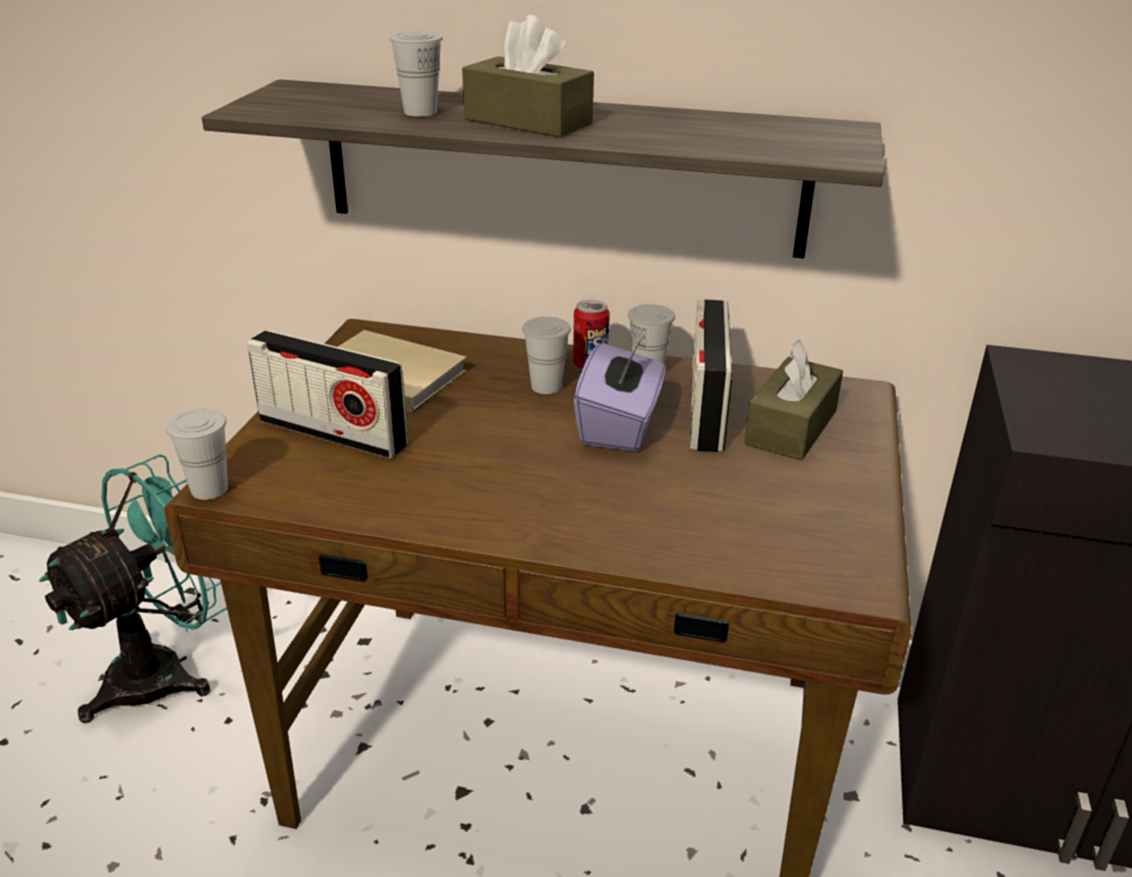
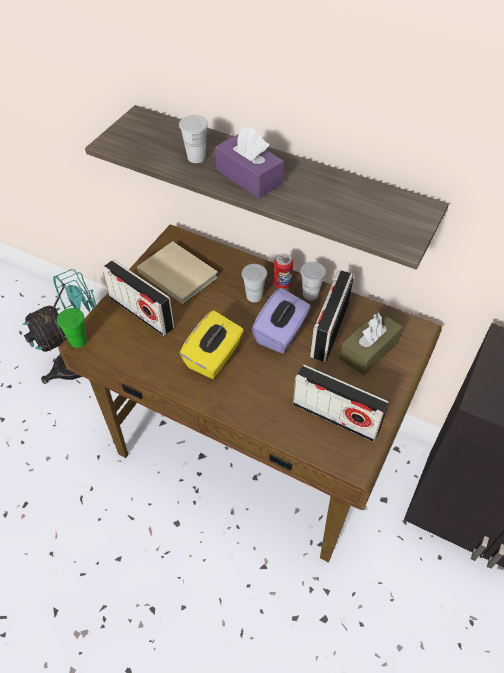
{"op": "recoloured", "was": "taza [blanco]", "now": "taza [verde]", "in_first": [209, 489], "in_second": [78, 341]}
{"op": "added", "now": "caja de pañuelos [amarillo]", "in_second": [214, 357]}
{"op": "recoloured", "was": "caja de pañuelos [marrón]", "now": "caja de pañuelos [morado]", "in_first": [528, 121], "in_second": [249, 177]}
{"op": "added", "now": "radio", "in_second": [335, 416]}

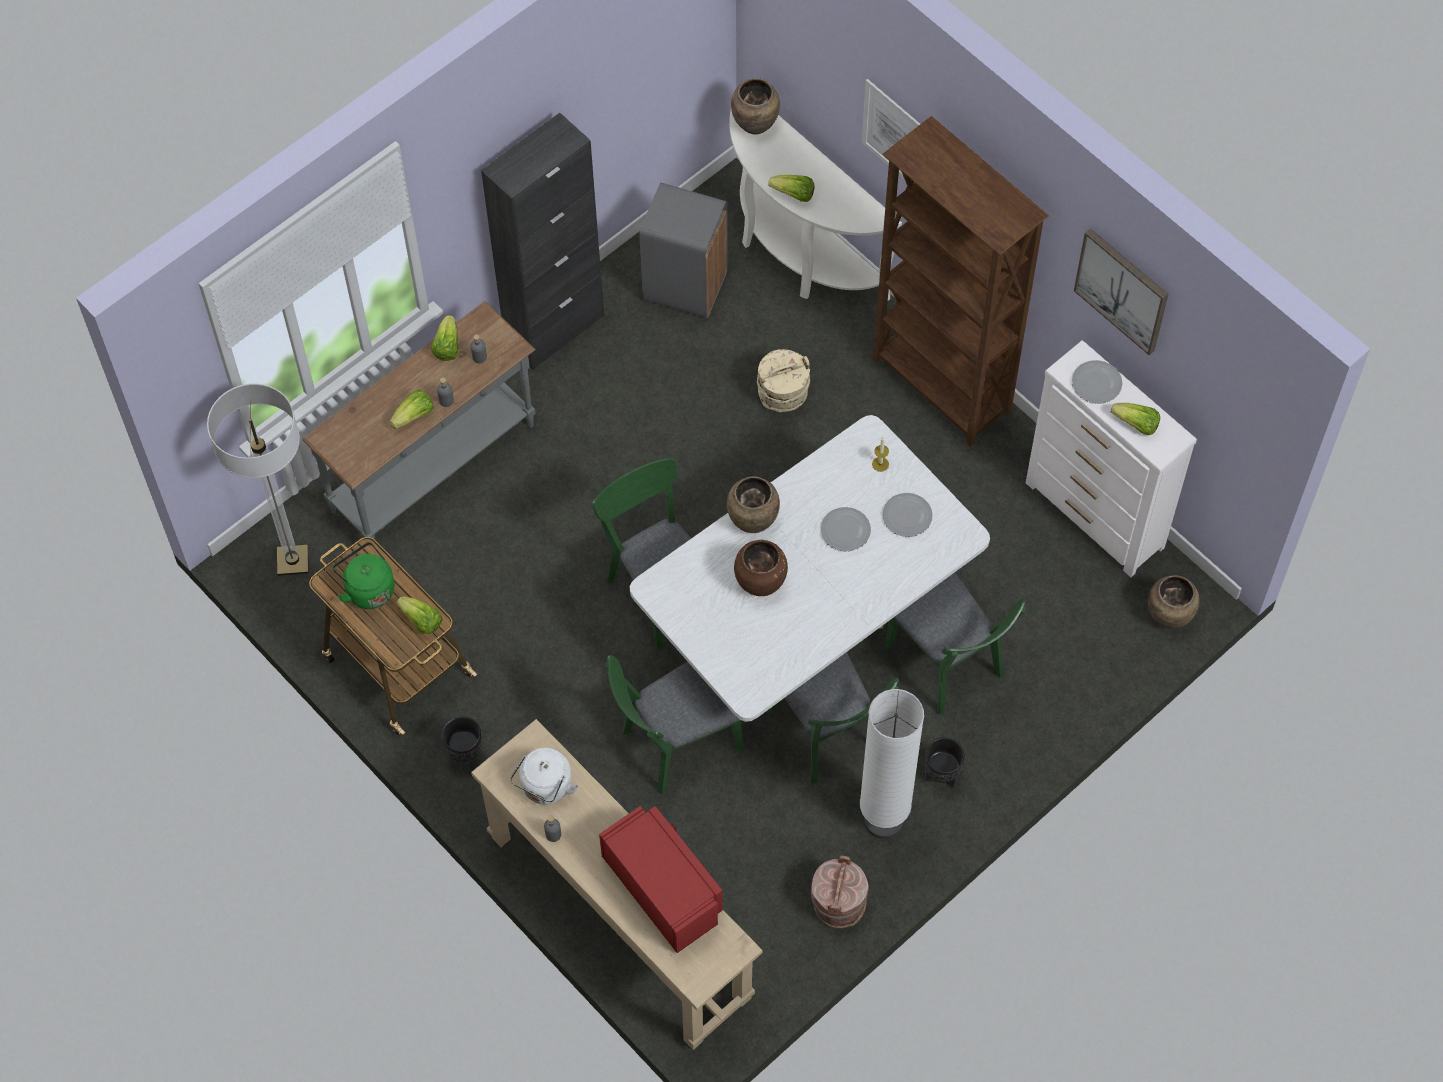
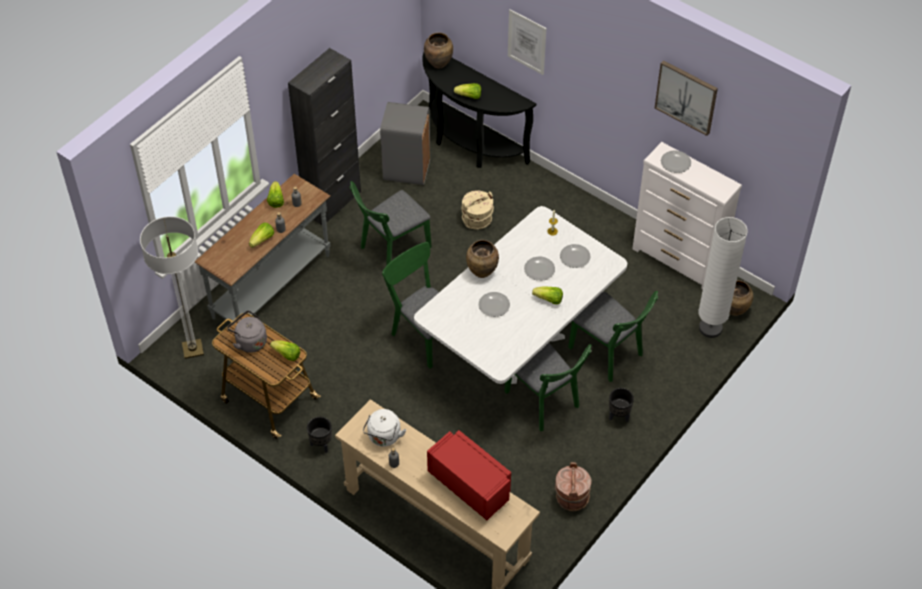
{"op": "recoloured", "was": "hervidor [verde]", "now": "hervidor [gris]", "in_first": [368, 588], "in_second": [249, 341]}
{"op": "moved", "was": "silla [verde]", "in_first": [674, 745], "in_second": [391, 250]}
{"op": "recoloured", "was": "mesa consola [blanco]", "now": "mesa consola [negro]", "in_first": [796, 252], "in_second": [469, 144]}
{"op": "replaced", "was": "florero [marrón]", "now": "plato", "in_first": [761, 583], "in_second": [494, 305]}
{"op": "moved", "was": "lechuga", "in_first": [1136, 425], "in_second": [549, 300]}
{"op": "moved", "was": "lámpara de pie [blanco]", "in_first": [883, 821], "in_second": [710, 328]}
{"op": "removed", "was": "estantería [marrón]", "in_first": [941, 388]}

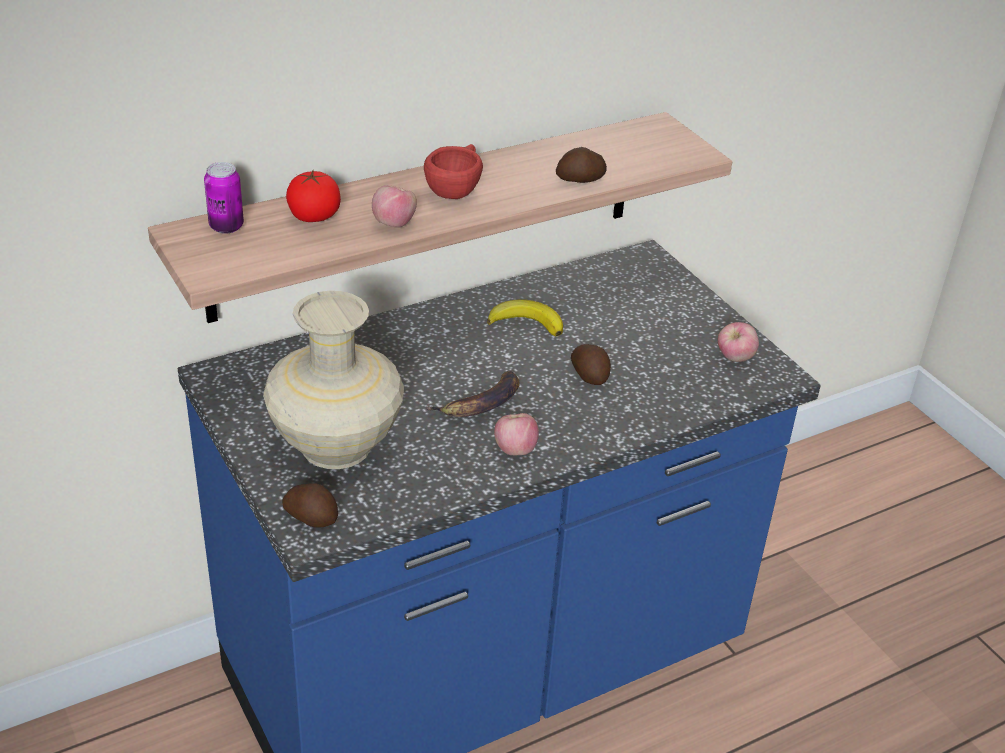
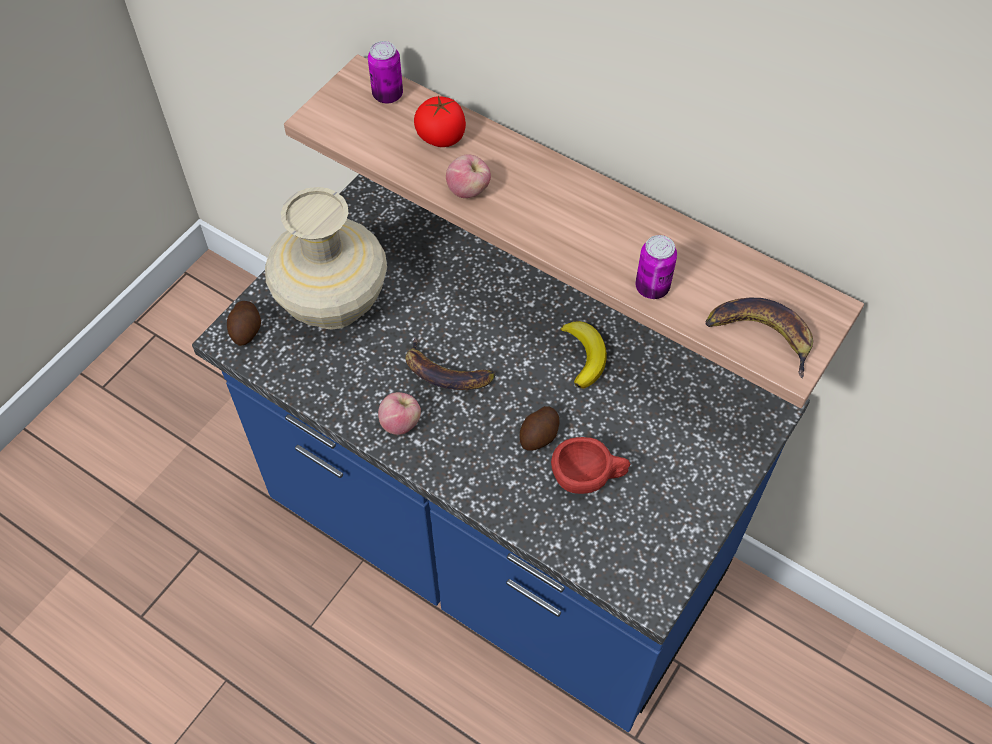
{"op": "moved", "was": "taza [rojo]", "in_first": [456, 190], "in_second": [588, 478]}
{"op": "replaced", "was": "patata", "now": "lata", "in_first": [581, 180], "in_second": [652, 288]}
{"op": "added", "now": "plátano", "in_second": [762, 335]}
{"op": "removed", "was": "manzana", "in_first": [735, 358]}

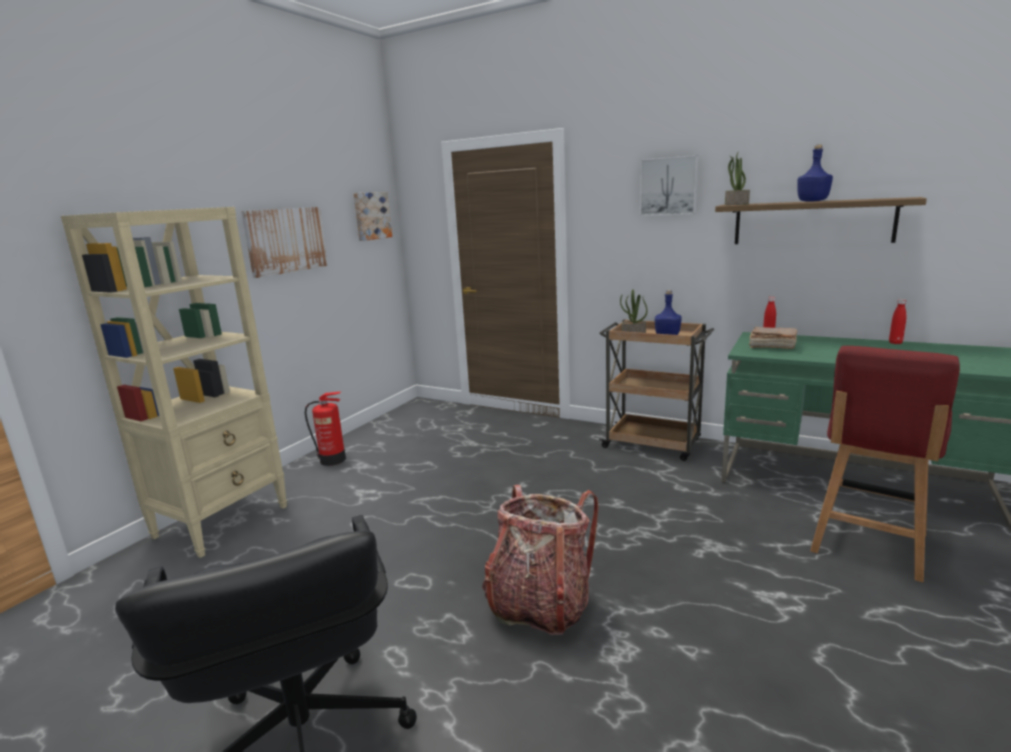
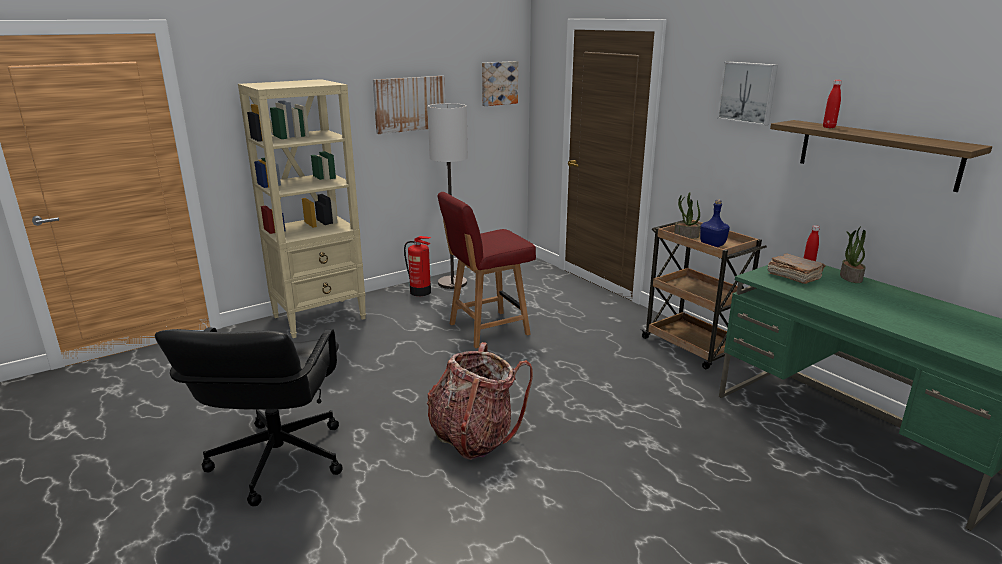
{"op": "added", "now": "lámpara de pie", "in_second": [452, 283]}
{"op": "moved", "was": "silla [rojo]", "in_first": [868, 544], "in_second": [487, 329]}
{"op": "moved", "was": "botella [rojo]", "in_first": [895, 343], "in_second": [829, 127]}
{"op": "moved", "was": "planta en maceta", "in_first": [736, 204], "in_second": [850, 277]}
{"op": "removed", "was": "botella [azul]", "in_first": [812, 201]}

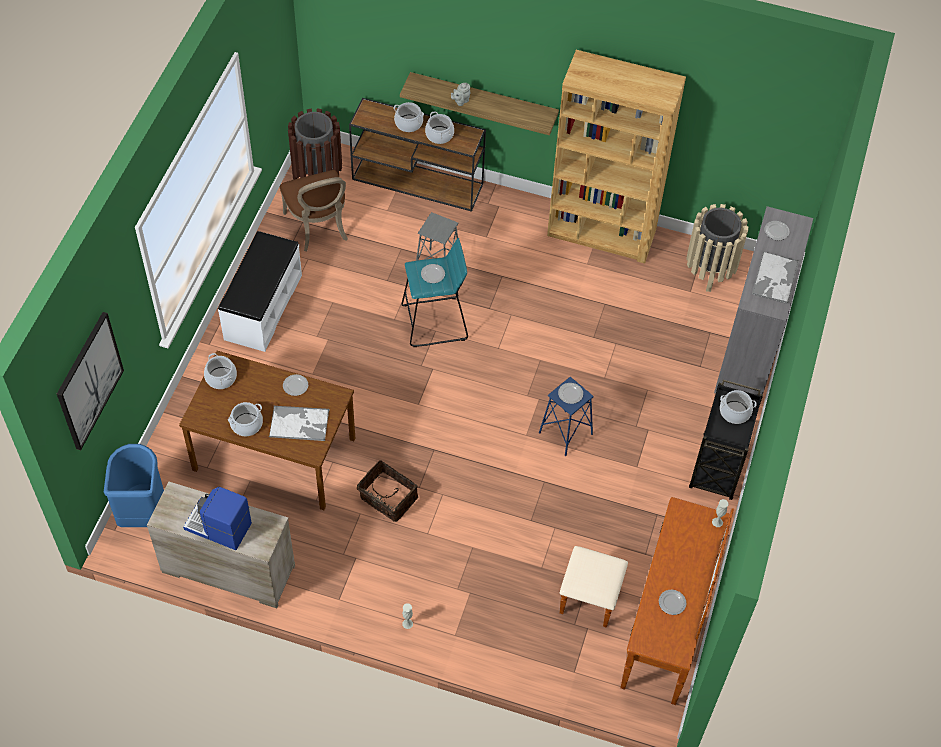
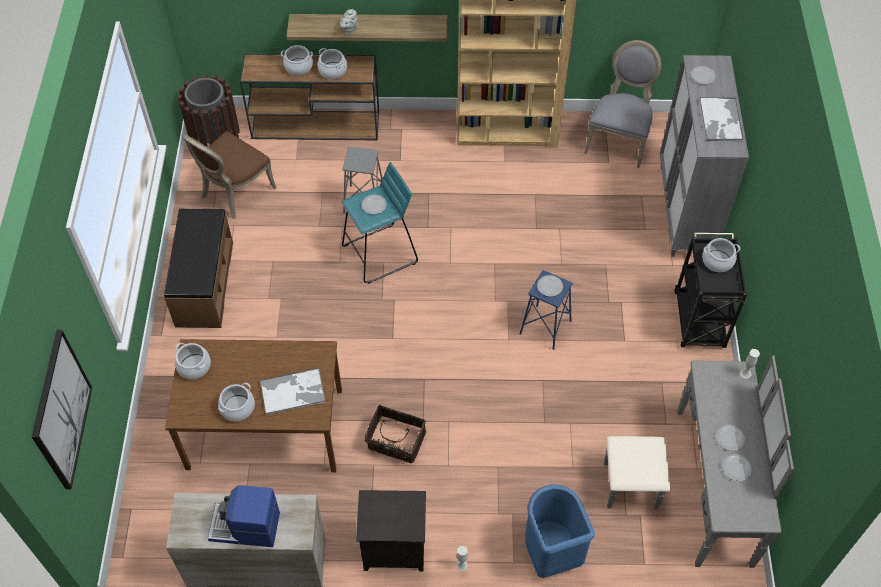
{"op": "recoloured", "was": "banco [blanco]", "now": "banco [marrón]", "in_first": [262, 307], "in_second": [204, 284]}
{"op": "turned", "was": "silla [marrón]", "in_first": [319, 227], "in_second": [234, 192], "clockwise": 75}
{"op": "added", "now": "mesita de noche [negro]", "in_second": [393, 550]}
{"op": "moved", "was": "papelera [azul]", "in_first": [143, 513], "in_second": [550, 553]}
{"op": "replaced", "was": "papelera [beis]", "now": "silla [gris]", "in_first": [710, 271], "in_second": [619, 139]}
{"op": "recoloured", "was": "cómoda [marrón]", "now": "cómoda [gris]", "in_first": [649, 618], "in_second": [694, 486]}
{"op": "moved", "was": "plato", "in_first": [295, 386], "in_second": [730, 439]}

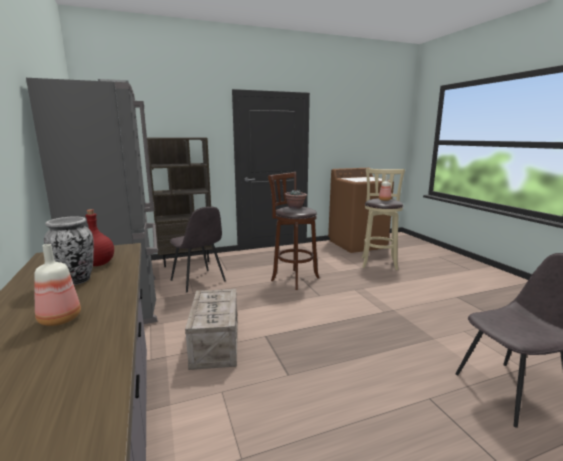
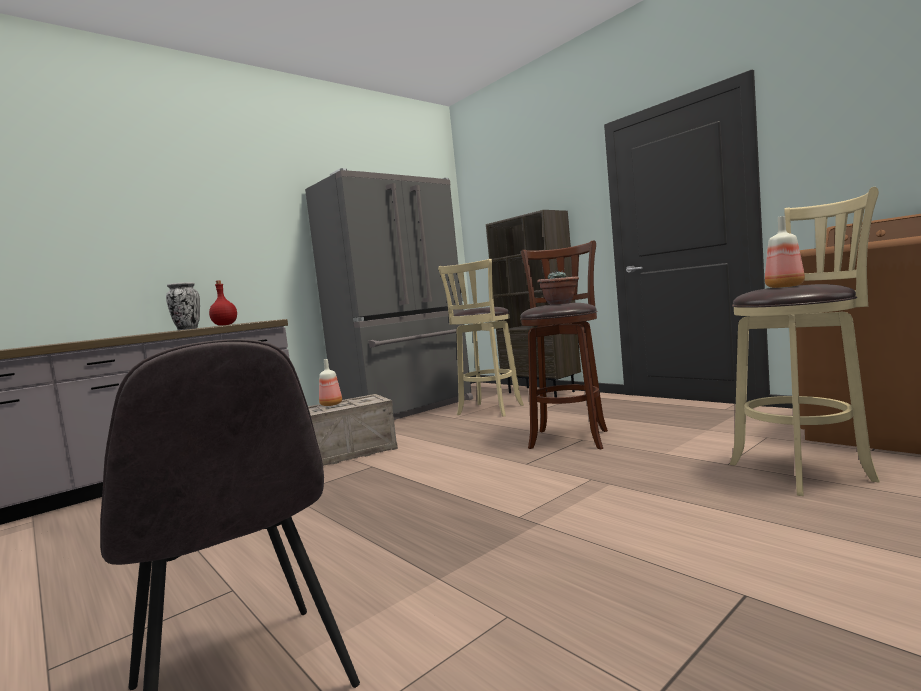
{"op": "moved", "was": "botella", "in_first": [59, 320], "in_second": [330, 404]}
{"op": "replaced", "was": "silla [gris]", "now": "taburete [beis]", "in_first": [198, 281], "in_second": [489, 410]}

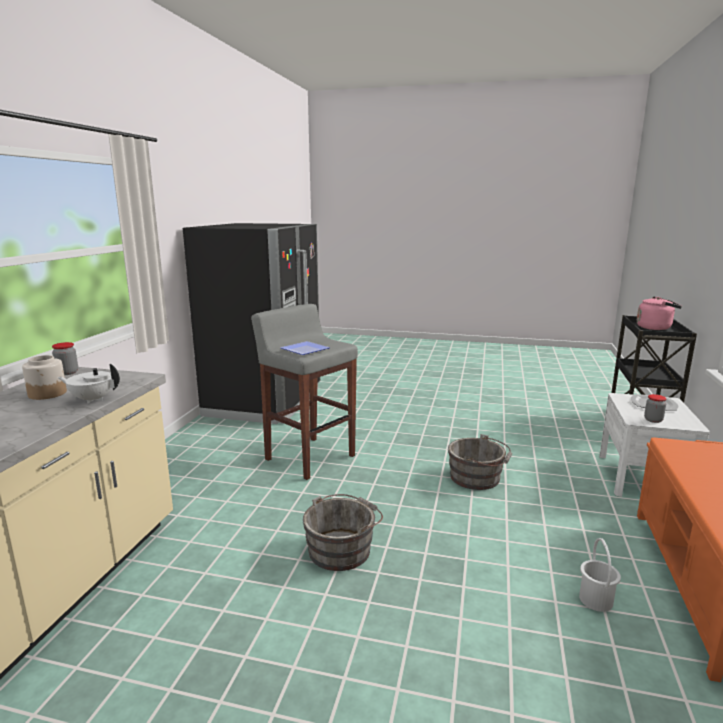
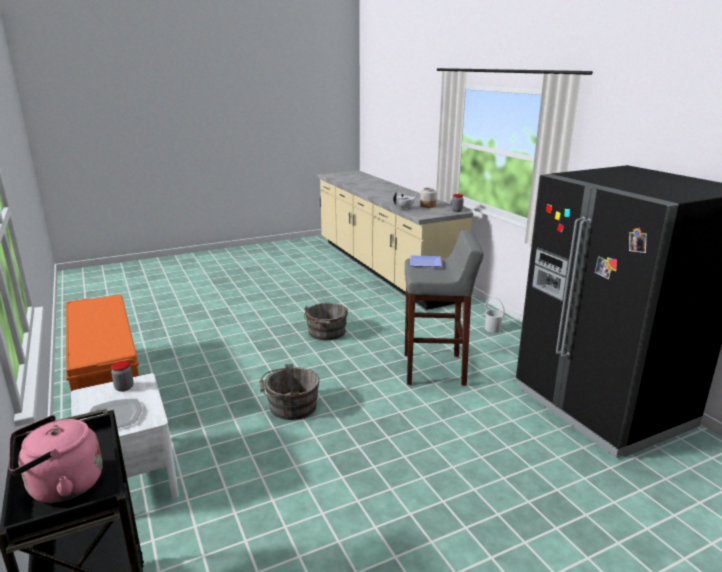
{"op": "moved", "was": "cubo [blanco]", "in_first": [596, 600], "in_second": [492, 329]}

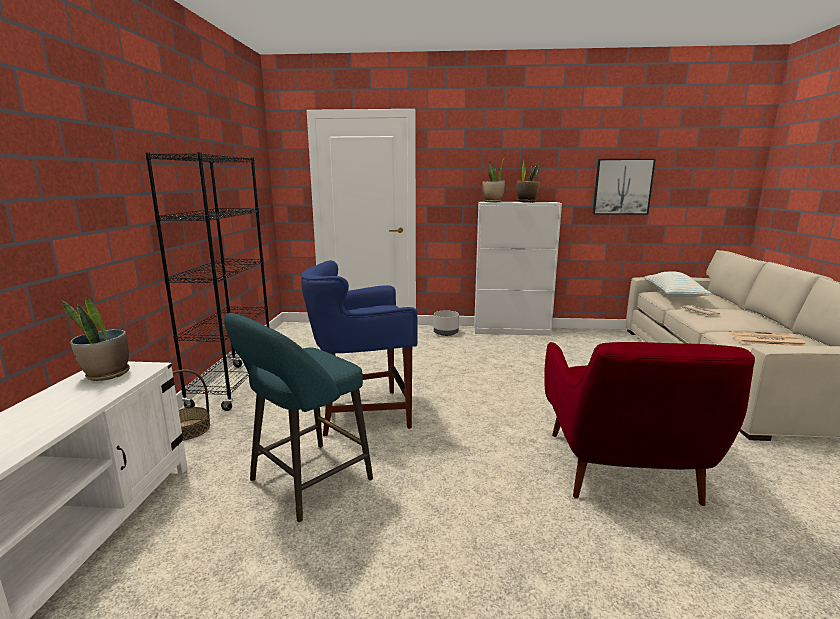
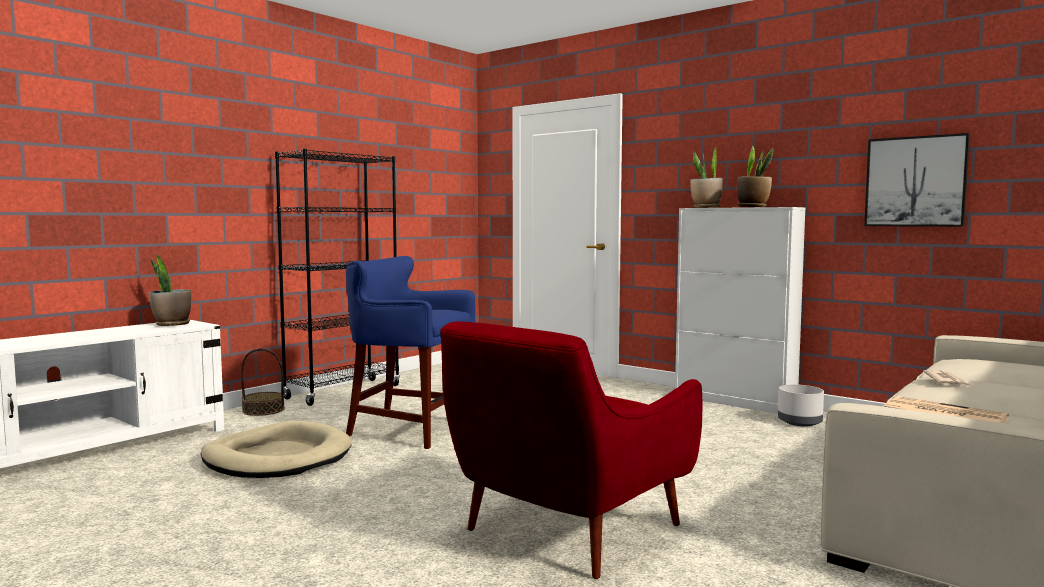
{"op": "replaced", "was": "taburete [turquesa]", "now": "cama para perro [beis]", "in_first": [305, 483], "in_second": [277, 457]}
{"op": "moved", "was": "maceta [gris]", "in_first": [446, 333], "in_second": [800, 422]}
{"op": "removed", "was": "cojín", "in_first": [673, 295]}

